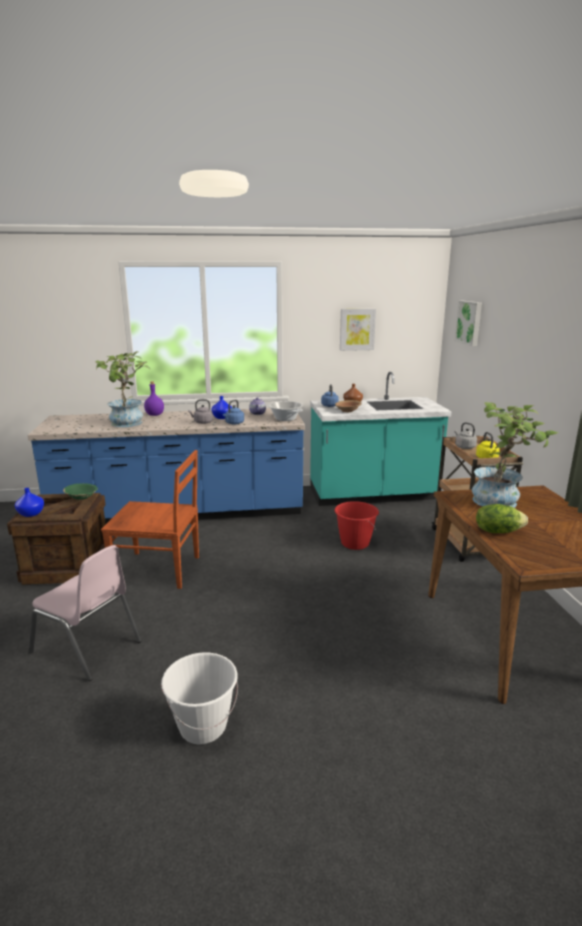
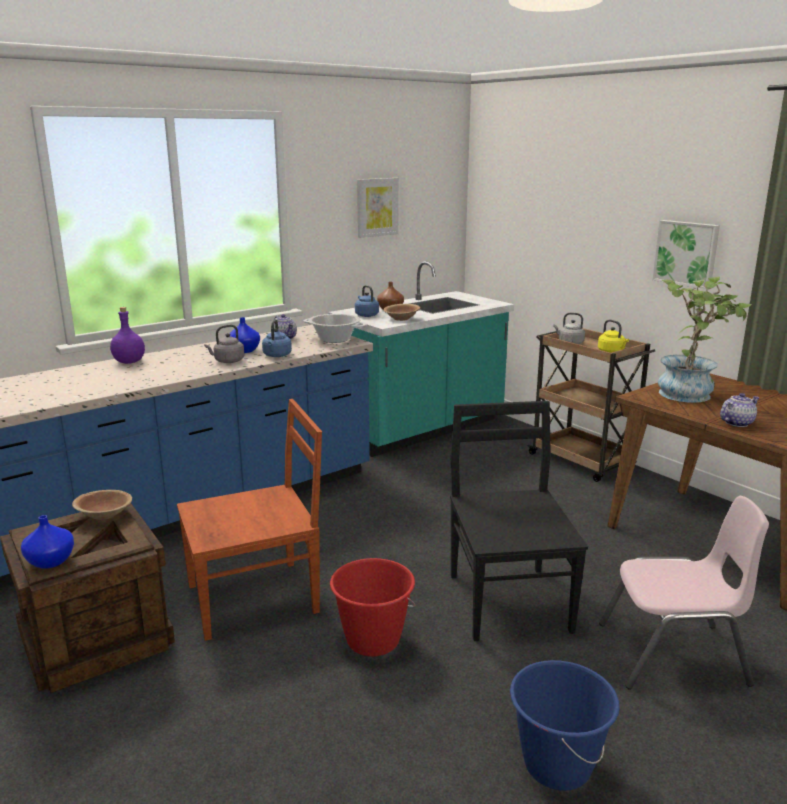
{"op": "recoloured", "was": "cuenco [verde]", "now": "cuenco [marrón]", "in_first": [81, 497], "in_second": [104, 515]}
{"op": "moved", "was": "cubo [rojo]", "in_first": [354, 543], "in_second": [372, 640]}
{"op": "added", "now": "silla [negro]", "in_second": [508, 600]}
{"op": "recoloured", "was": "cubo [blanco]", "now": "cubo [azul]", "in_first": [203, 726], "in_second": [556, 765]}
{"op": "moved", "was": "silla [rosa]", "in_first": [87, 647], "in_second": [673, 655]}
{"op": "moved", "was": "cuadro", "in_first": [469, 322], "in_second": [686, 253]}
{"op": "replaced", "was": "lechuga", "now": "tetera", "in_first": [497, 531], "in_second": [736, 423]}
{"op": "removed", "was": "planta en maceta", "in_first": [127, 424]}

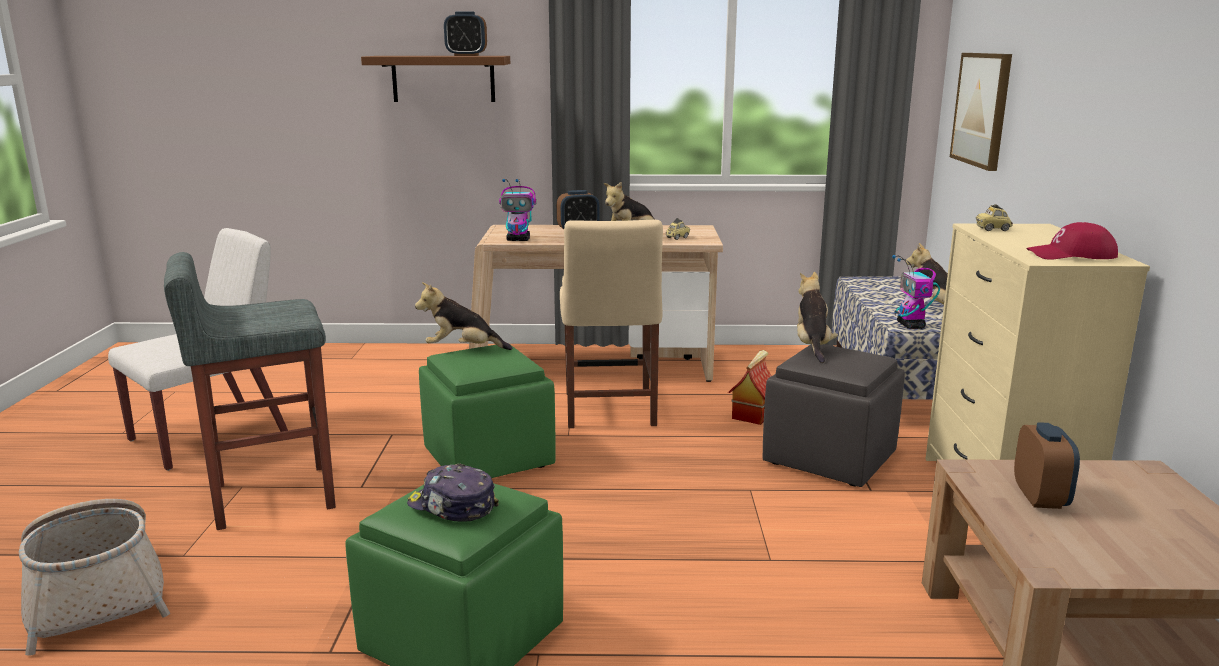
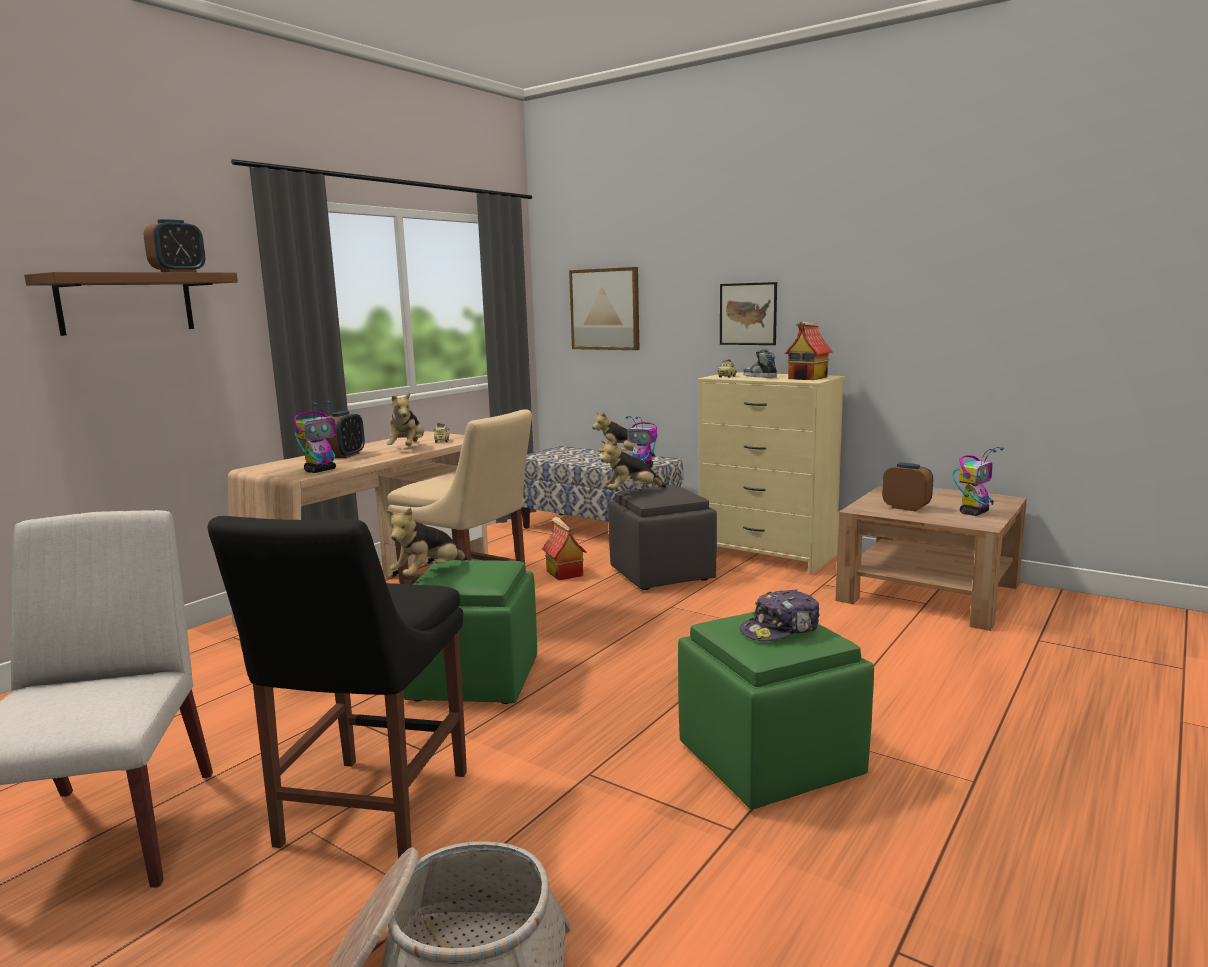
{"op": "replaced", "was": "taburete [gris]", "now": "silla [negro]", "in_first": [271, 496], "in_second": [369, 813]}
{"op": "turned", "was": "peluche", "in_first": [812, 346], "in_second": [631, 492], "clockwise": -60}
{"op": "added", "now": "cuadro", "in_second": [748, 314]}
{"op": "added", "now": "zapato", "in_second": [759, 376]}
{"op": "replaced", "was": "gorra [rojo]", "now": "casita", "in_first": [1071, 255], "in_second": [808, 378]}
{"op": "added", "now": "robot de juguete", "in_second": [974, 513]}

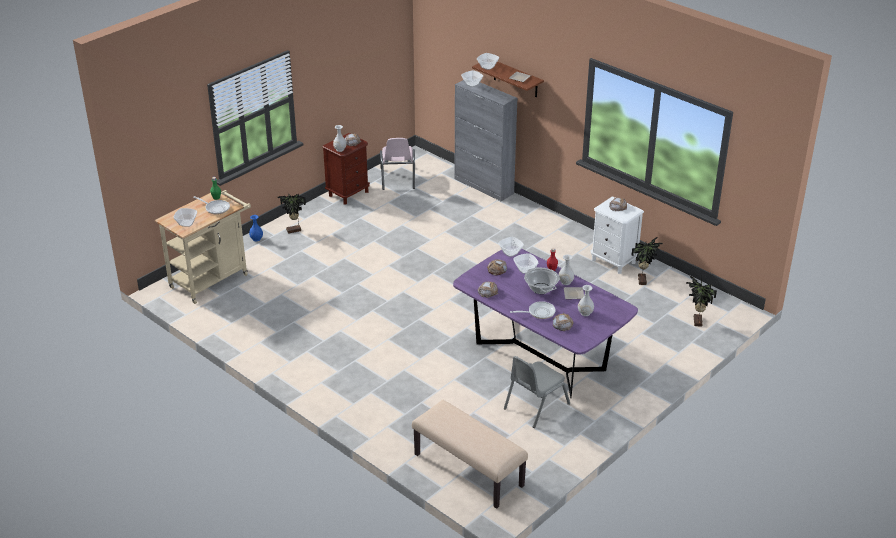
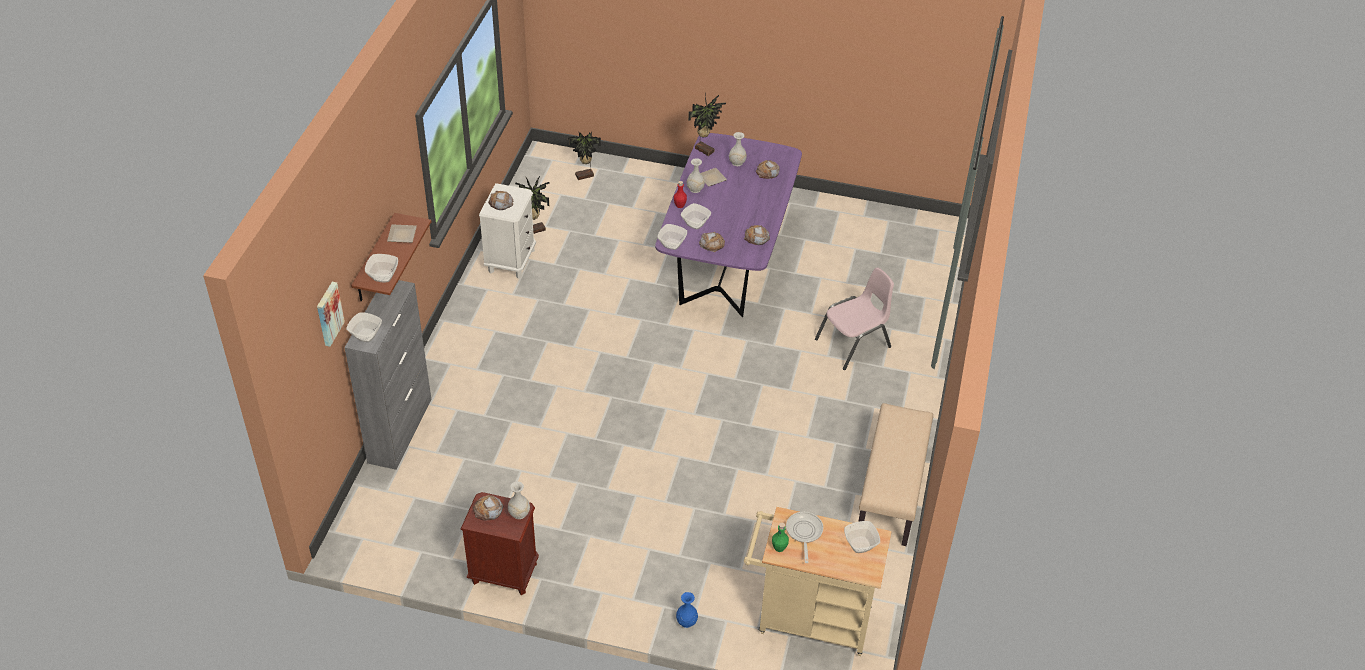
{"op": "added", "now": "cuadro", "in_second": [328, 313]}
{"op": "moved", "was": "planta en maceta", "in_first": [294, 231], "in_second": [705, 149]}
{"op": "moved", "was": "silla [rosa]", "in_first": [398, 179], "in_second": [854, 344]}
{"op": "moved", "was": "banco [beis]", "in_first": [467, 470], "in_second": [891, 491]}
{"op": "removed", "was": "silla [gris]", "in_first": [535, 406]}
{"op": "removed", "was": "sartén", "in_first": [539, 312]}
{"op": "removed", "was": "olla", "in_first": [540, 288]}

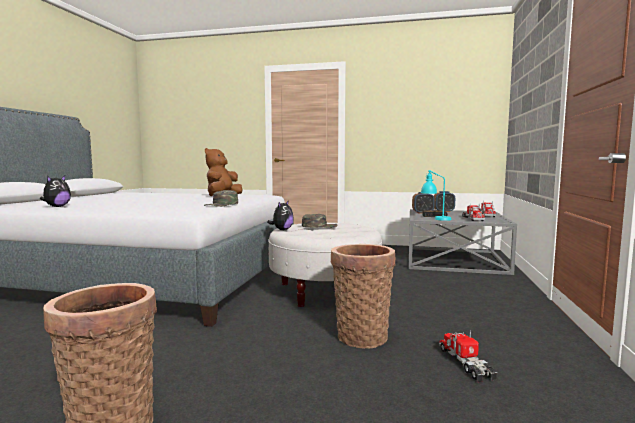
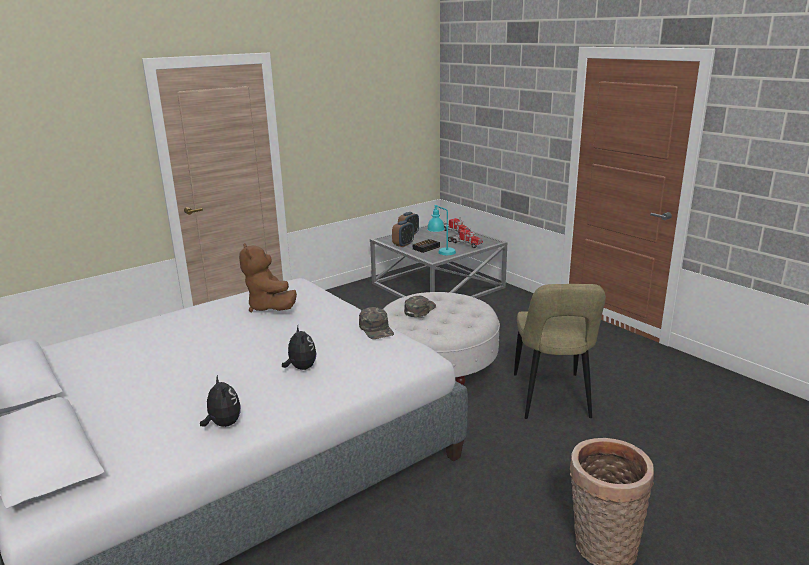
{"op": "moved", "was": "peluche", "in_first": [282, 230], "in_second": [301, 368]}
{"op": "replaced", "was": "cesta", "now": "silla [beis]", "in_first": [361, 335], "in_second": [552, 398]}
{"op": "removed", "was": "camión de juguete", "in_first": [466, 363]}

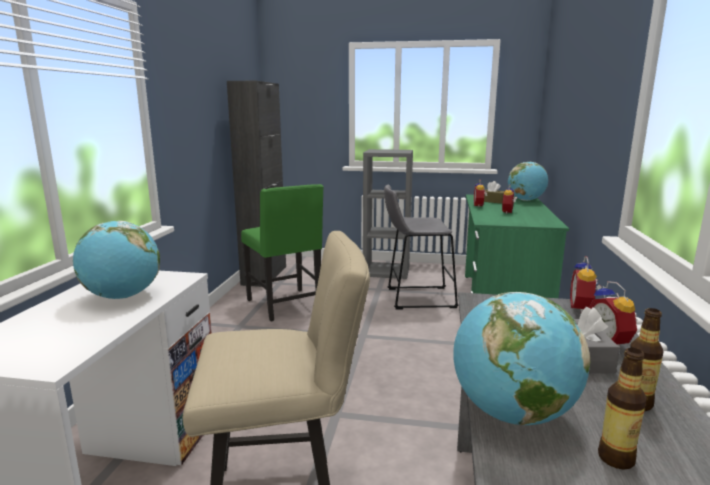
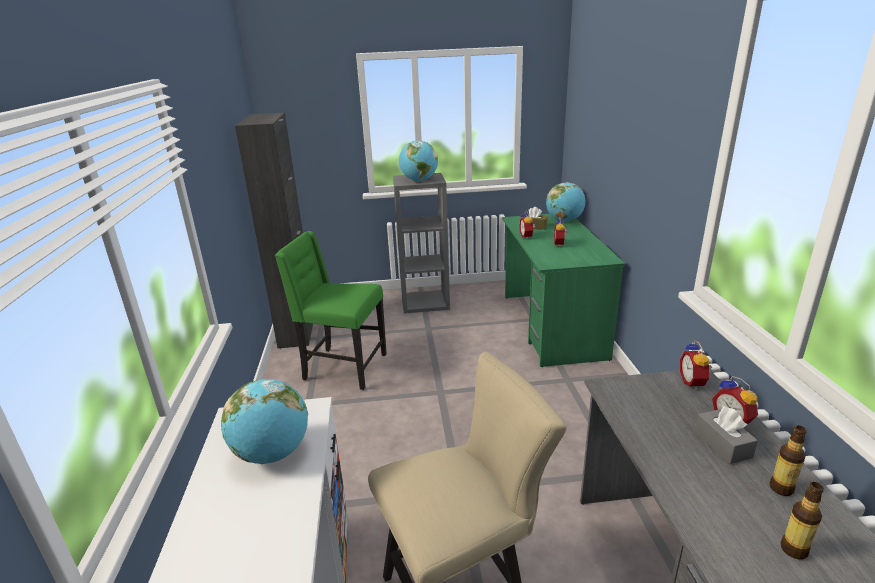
{"op": "turned", "was": "silla [verde]", "in_first": [286, 305], "in_second": [343, 367], "clockwise": 150}
{"op": "moved", "was": "globo terráqueo", "in_first": [512, 414], "in_second": [419, 180]}
{"op": "removed", "was": "taburete [gris]", "in_first": [416, 298]}

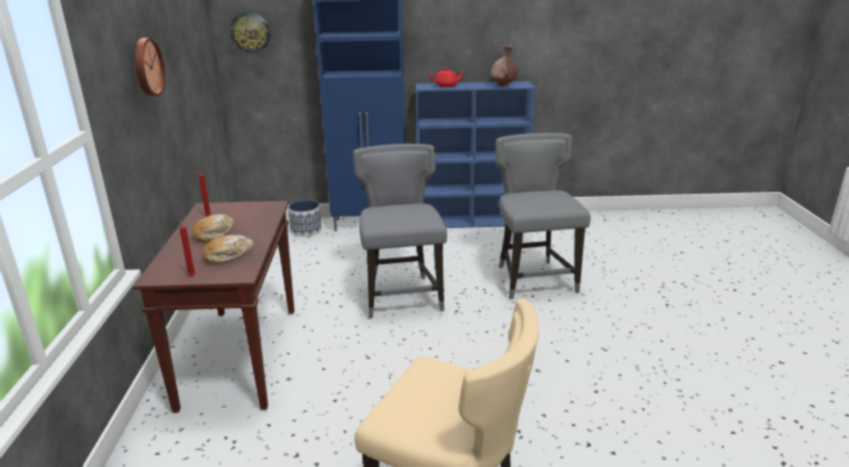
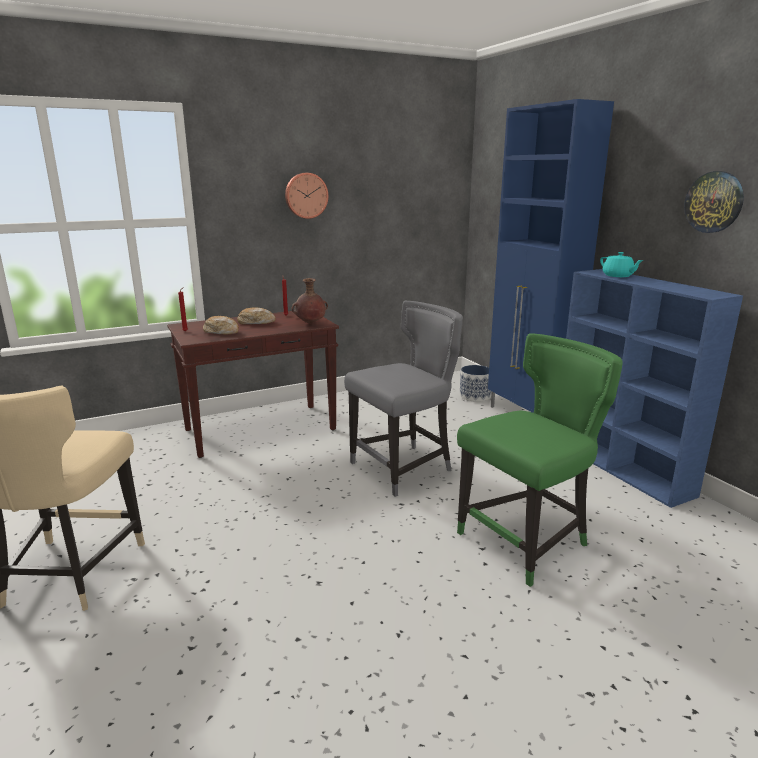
{"op": "moved", "was": "florero [marrón]", "in_first": [503, 85], "in_second": [310, 323]}
{"op": "recoloured", "was": "silla [gris]", "now": "silla [verde]", "in_first": [534, 279], "in_second": [526, 541]}
{"op": "recoloured", "was": "tetera [rojo]", "now": "tetera [turquesa]", "in_first": [447, 86], "in_second": [618, 276]}
{"op": "moved", "was": "reloj de pared", "in_first": [250, 32], "in_second": [714, 202]}

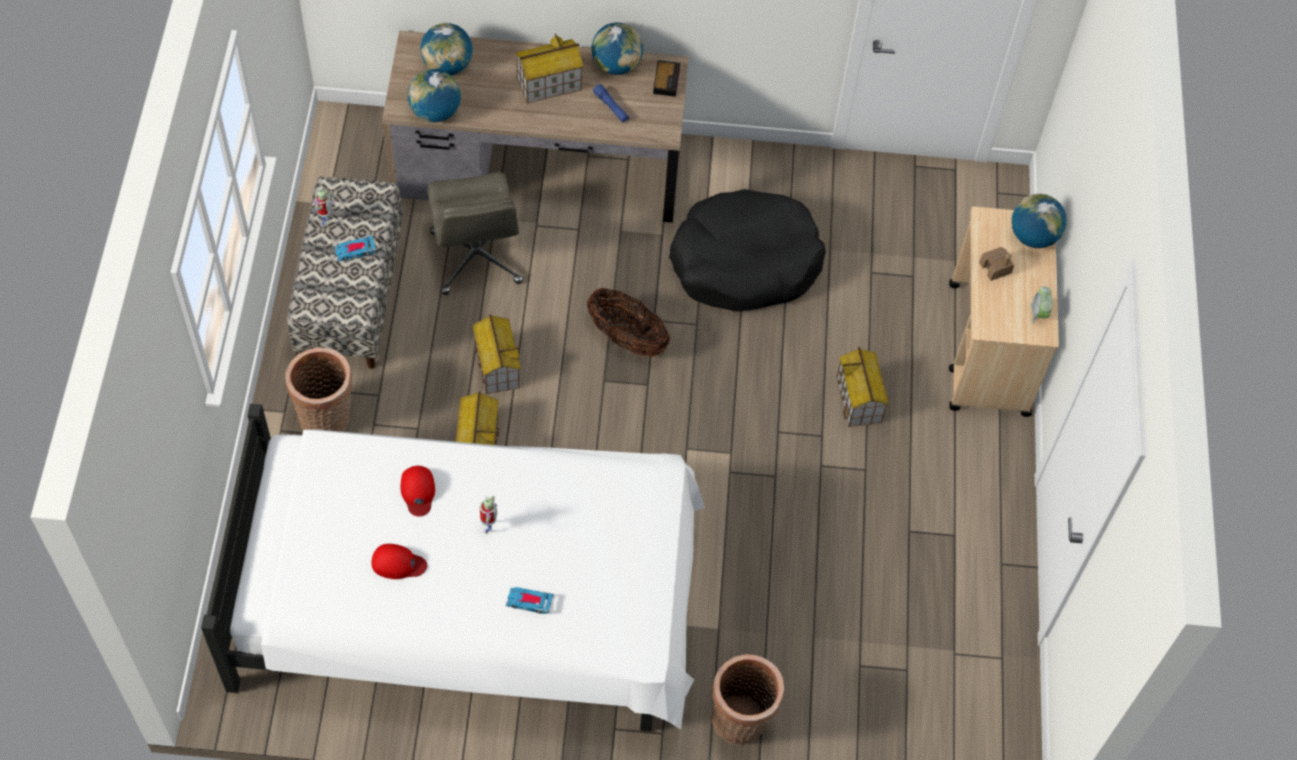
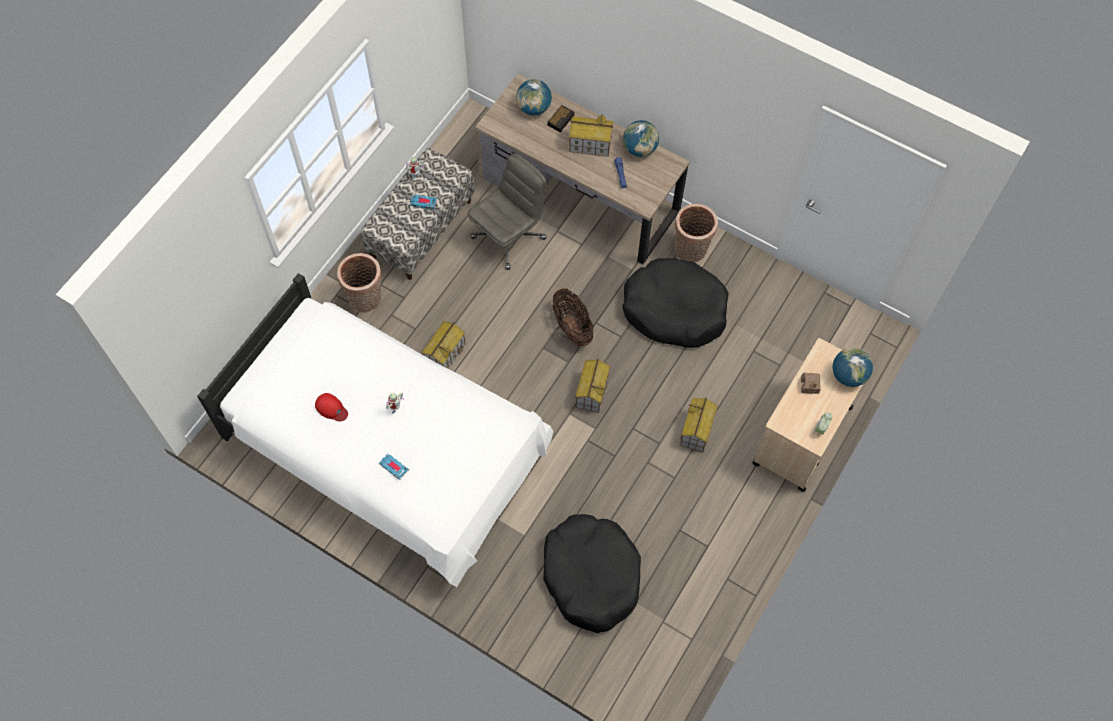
{"op": "turned", "was": "silla de oficina [gris]", "in_first": [477, 258], "in_second": [509, 237], "clockwise": -150}
{"op": "added", "now": "cama para perro [negro]", "in_second": [591, 575]}
{"op": "moved", "was": "despertador", "in_first": [666, 80], "in_second": [561, 119]}
{"op": "moved", "was": "casita", "in_first": [496, 366], "in_second": [591, 392]}
{"op": "moved", "was": "cesta", "in_first": [741, 722], "in_second": [690, 251]}
{"op": "removed", "was": "gorra [rojo]", "in_first": [418, 491]}
{"op": "removed", "was": "globo terráqueo", "in_first": [435, 112]}

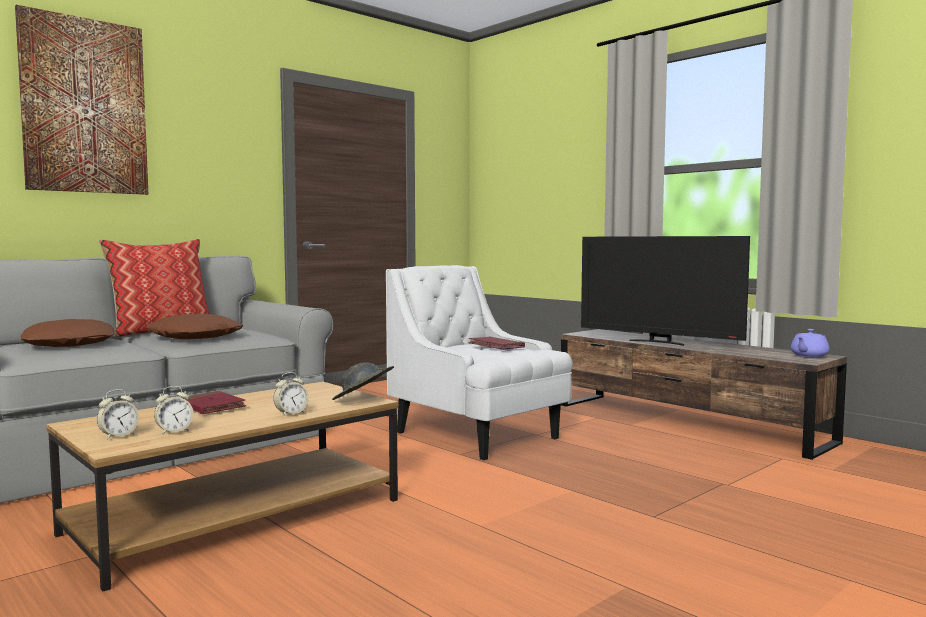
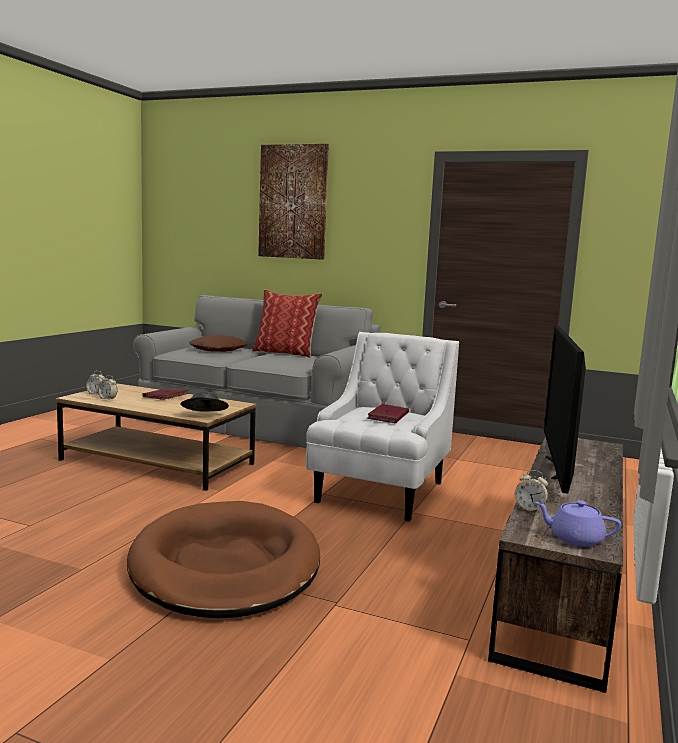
{"op": "added", "now": "cama para perro [marrón]", "in_second": [225, 566]}
{"op": "moved", "was": "despertador", "in_first": [291, 413], "in_second": [530, 509]}
{"op": "removed", "was": "cojín [marrón]", "in_first": [196, 337]}

